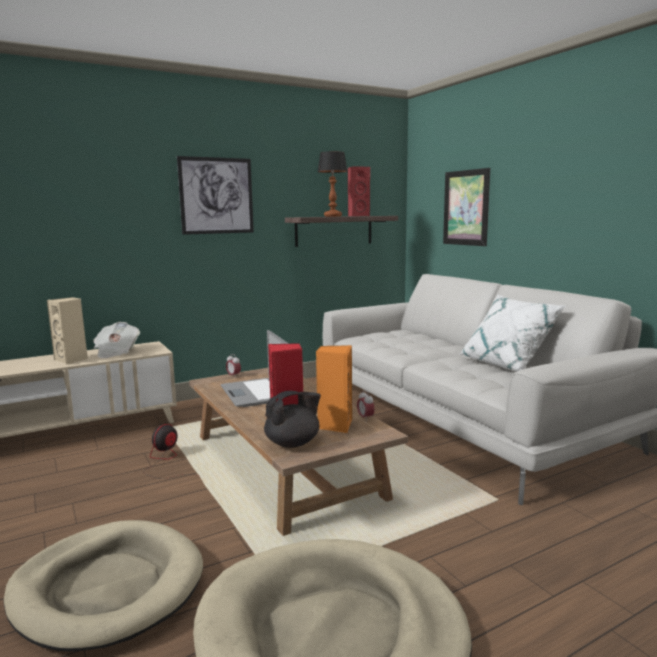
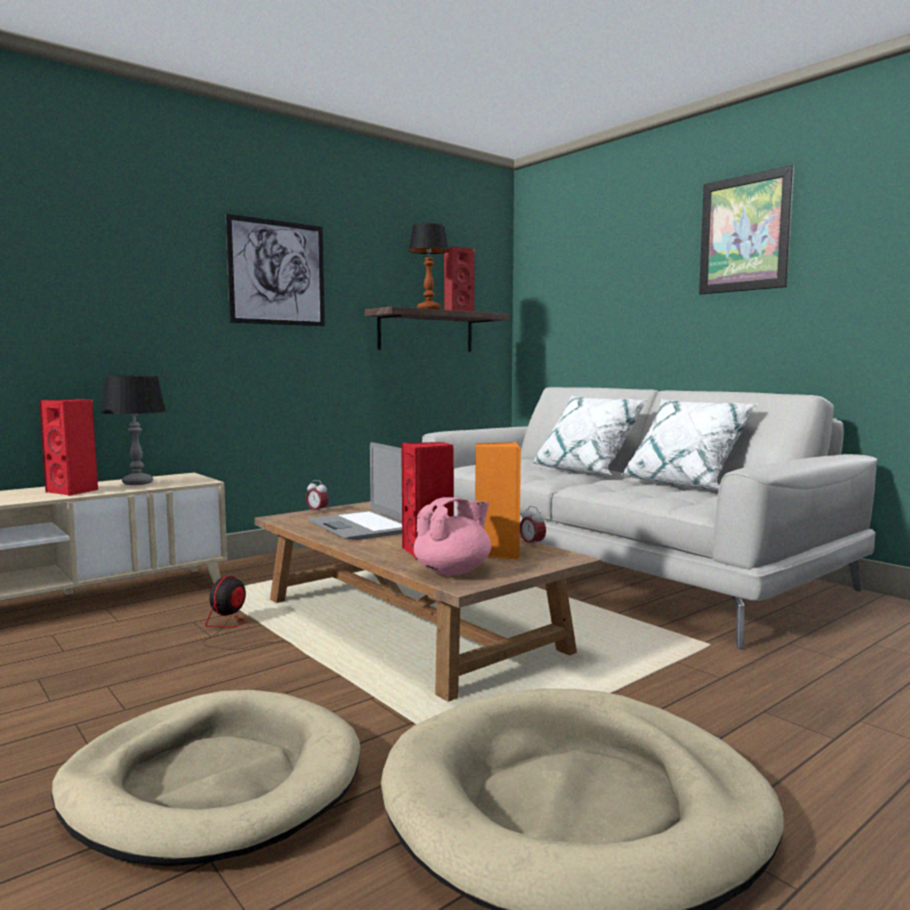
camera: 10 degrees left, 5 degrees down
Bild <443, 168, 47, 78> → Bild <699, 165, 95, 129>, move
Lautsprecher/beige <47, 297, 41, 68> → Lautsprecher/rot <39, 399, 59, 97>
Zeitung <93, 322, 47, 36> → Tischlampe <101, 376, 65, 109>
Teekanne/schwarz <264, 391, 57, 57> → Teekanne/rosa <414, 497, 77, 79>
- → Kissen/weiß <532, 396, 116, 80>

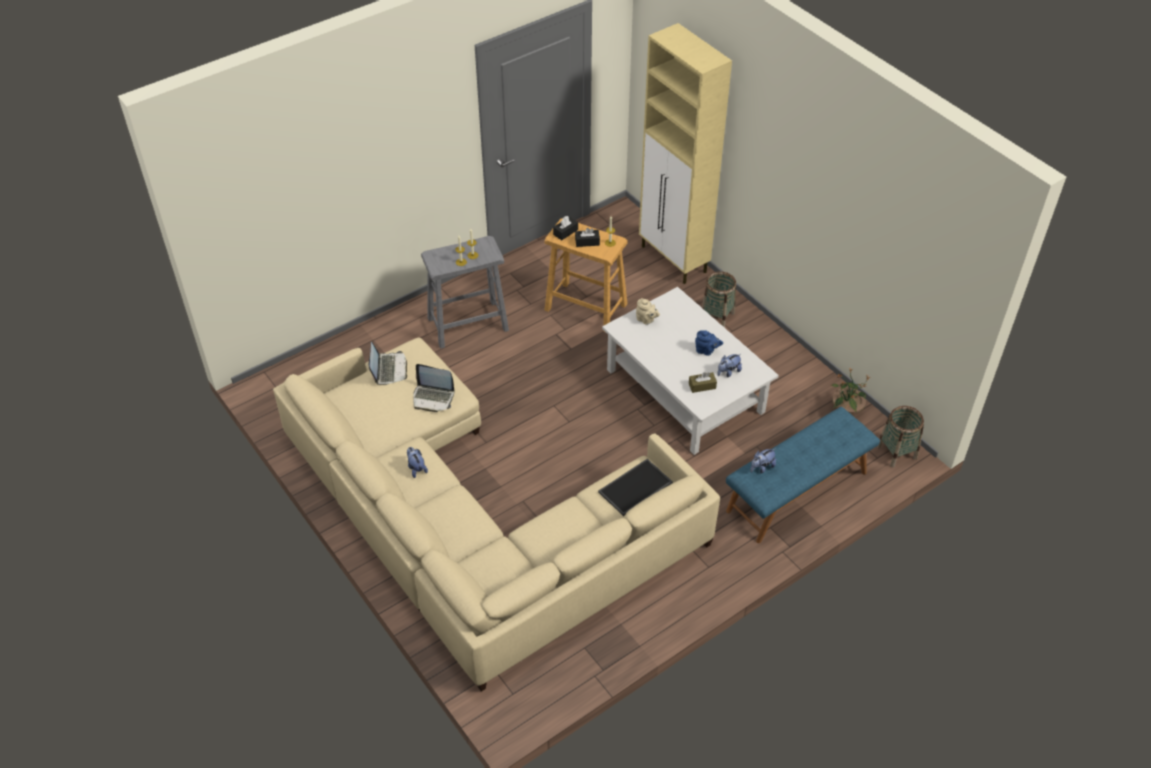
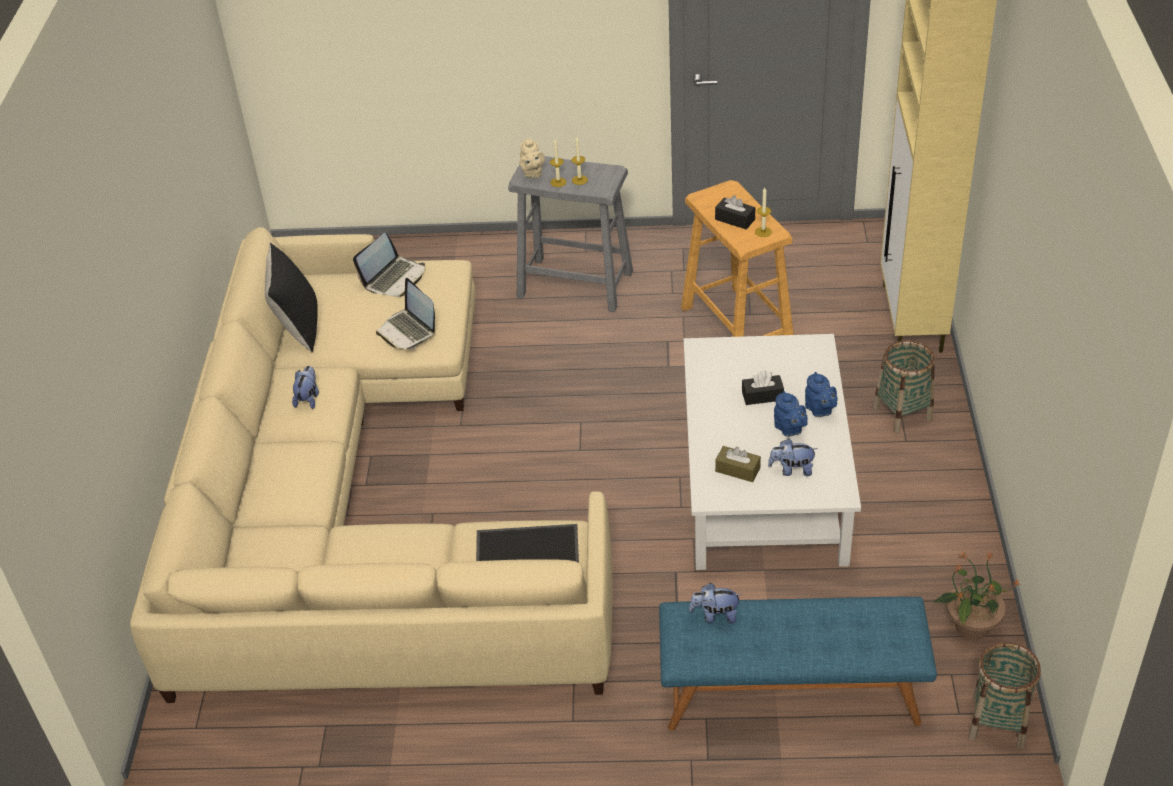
camera: 40 degrees right, 5 degrees down
Taschentuchbox/schwarz <553, 216, 25, 24> → Taschentuchbox/schwarz <742, 370, 42, 35>, move
Teekanne/beige <636, 298, 24, 27> → Teekanne/beige <519, 137, 26, 41>, move
- → Kissen/schwarz <265, 243, 53, 109>
- → Teekanne/blau <805, 372, 33, 45>

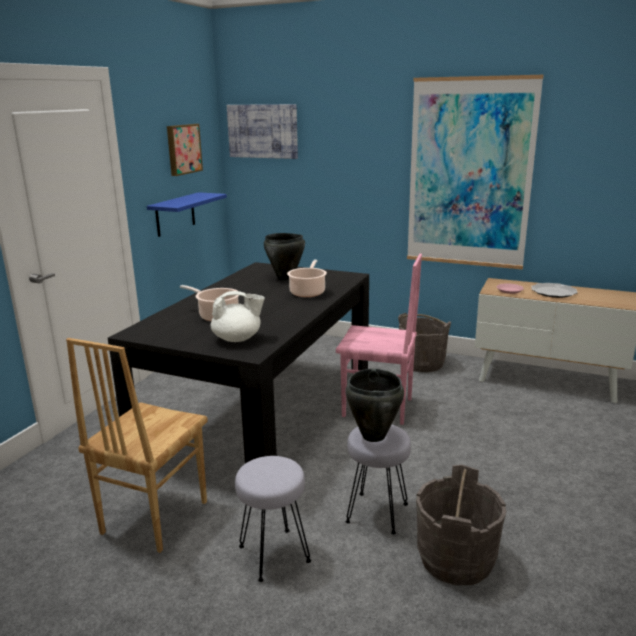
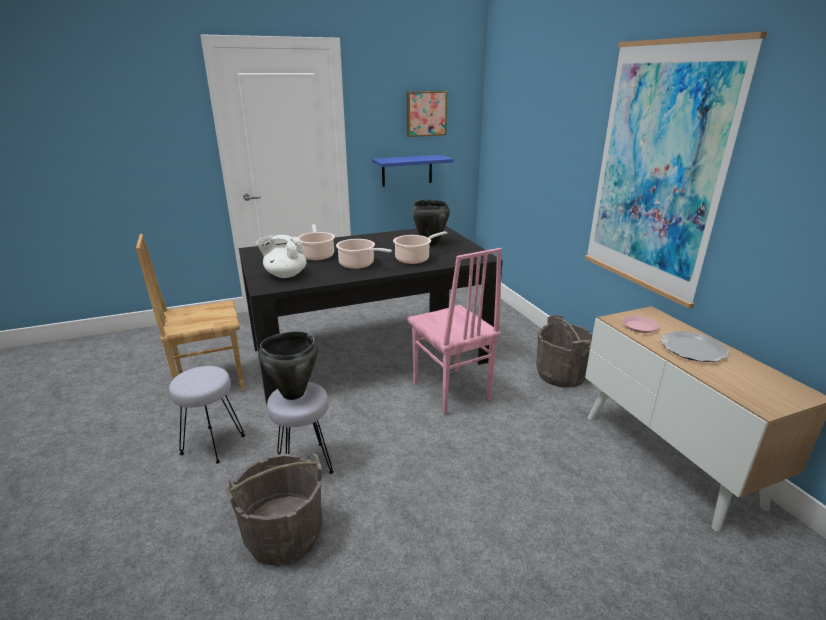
camera: 45 degrees right, 5 degrees up
Bild <227, 104, 71, 55> → -
Teekanne/weiß <211, 291, 54, 51> → Teekanne/weiß <256, 235, 50, 43>, 150 degrees clockwise
- → Kochtopf <336, 239, 56, 30>

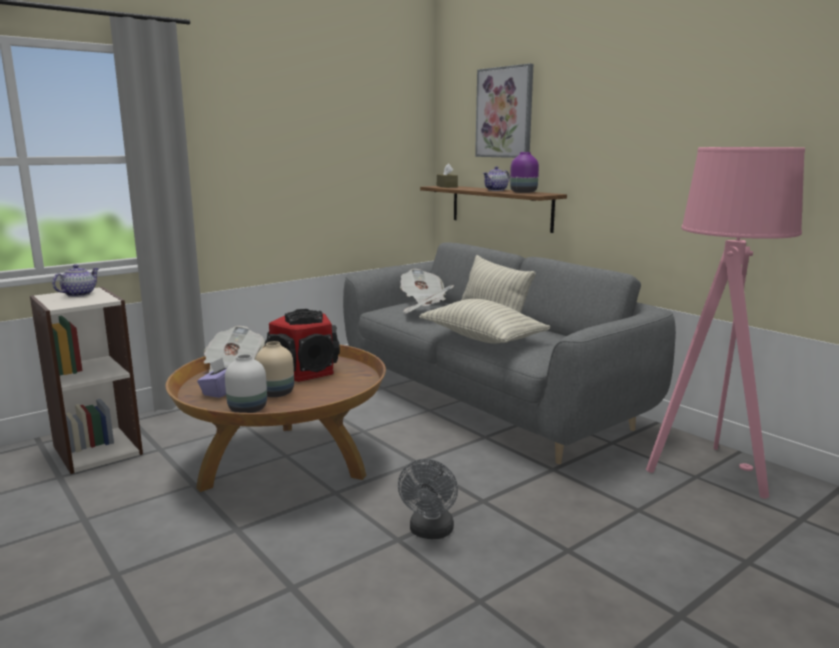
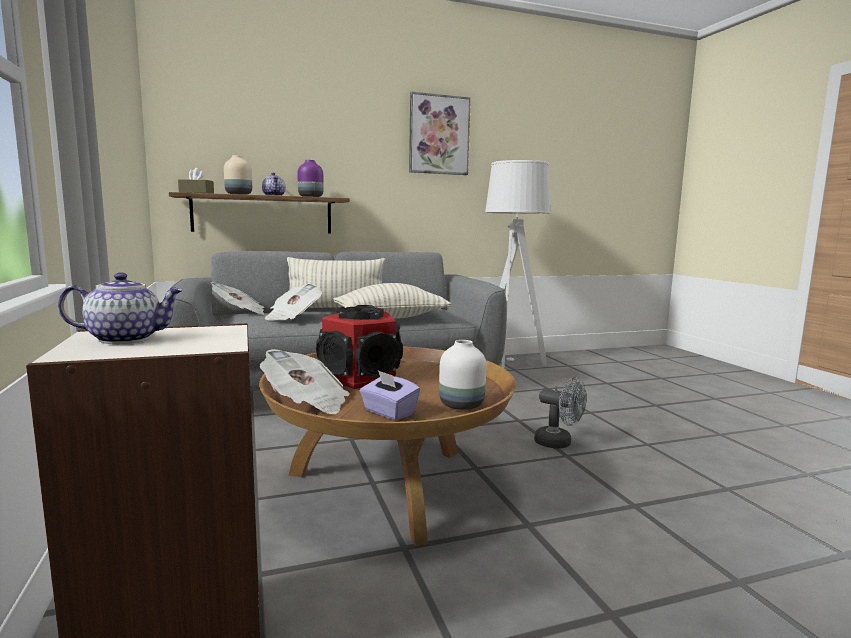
camera: 70 degrees left, 5 degrees down
Bild <475, 63, 58, 95> → Bild <409, 92, 62, 83>, move
Stehlampe/rosa <646, 147, 159, 352> → Stehlampe/grau <485, 160, 66, 208>
Teekanne <52, 264, 47, 33> → Teekanne <58, 272, 126, 72>, 120 degrees clockwise
Vase/beige <255, 341, 39, 56> → Vase/beige <224, 155, 28, 40>, move

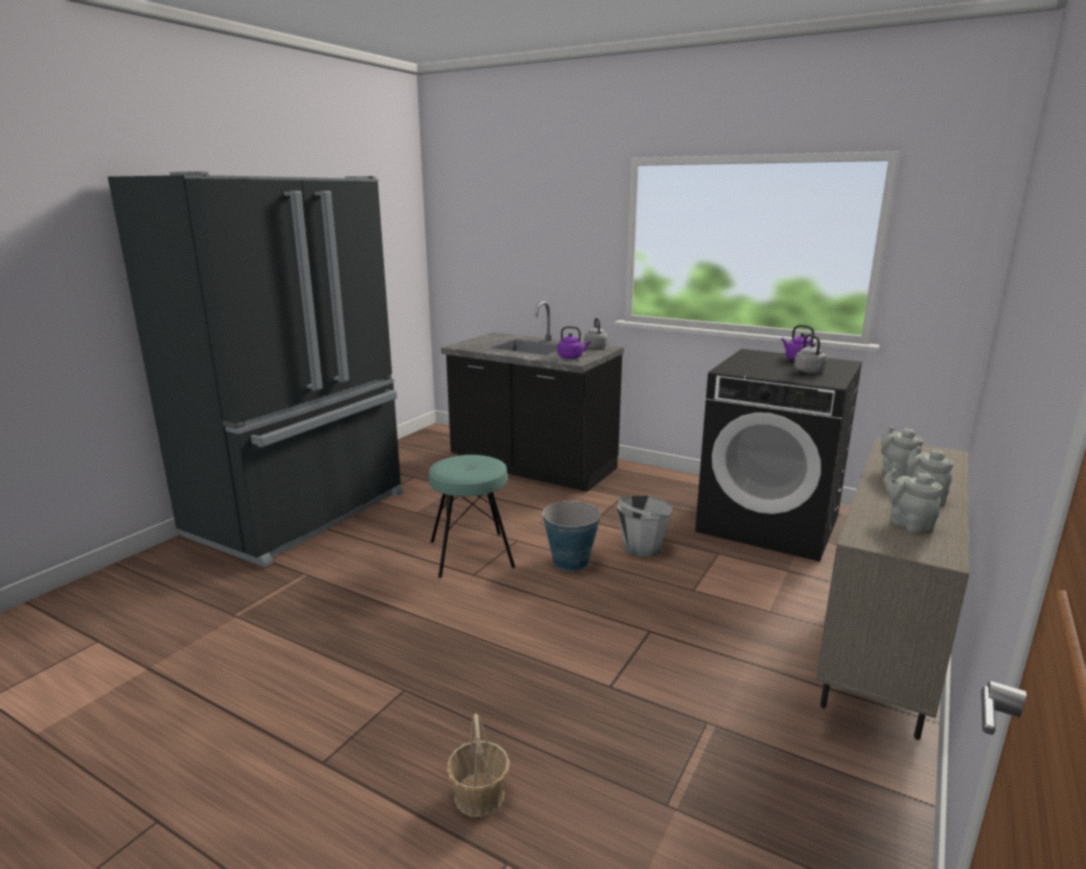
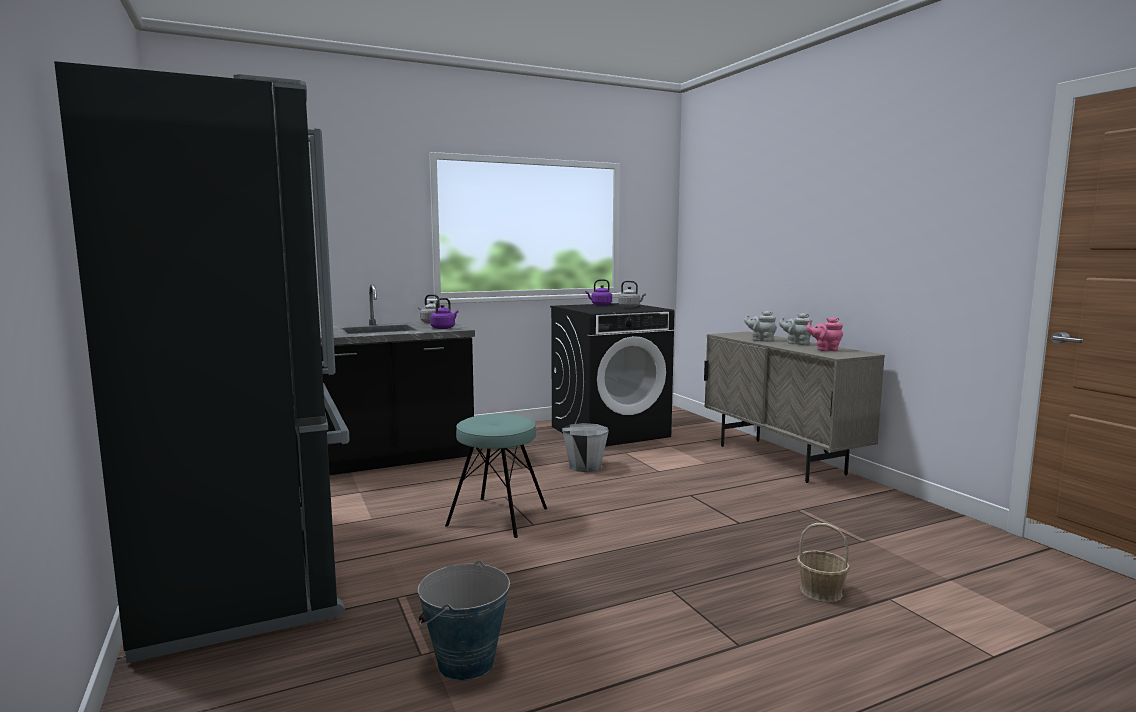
camera: 55 degrees left, 10 degrees down
Teekanne/grau <883, 468, 60, 65> → Teekanne/rosa <806, 317, 37, 34>
Eimer <540, 501, 61, 70> → Eimer <418, 560, 92, 121>, move

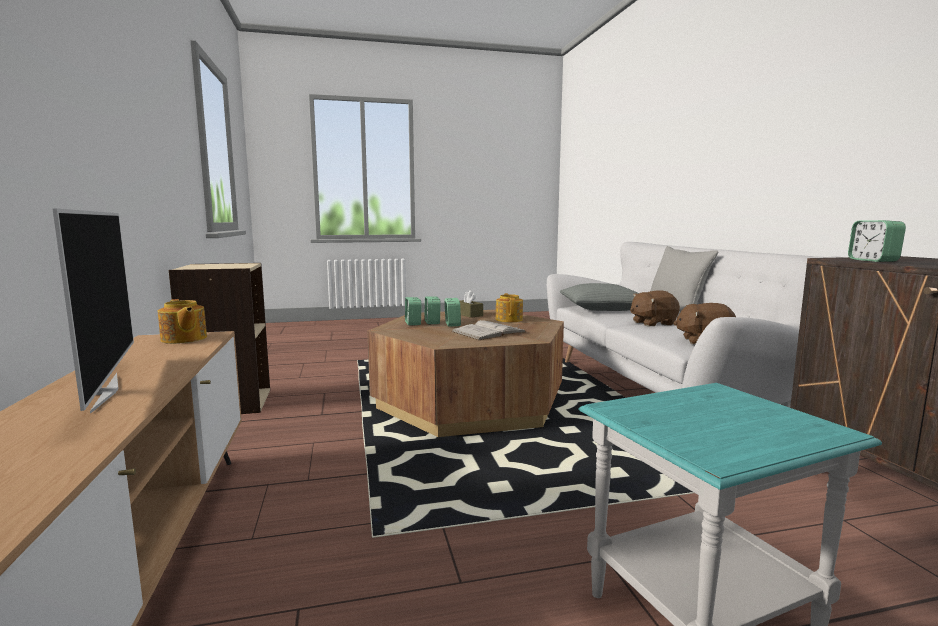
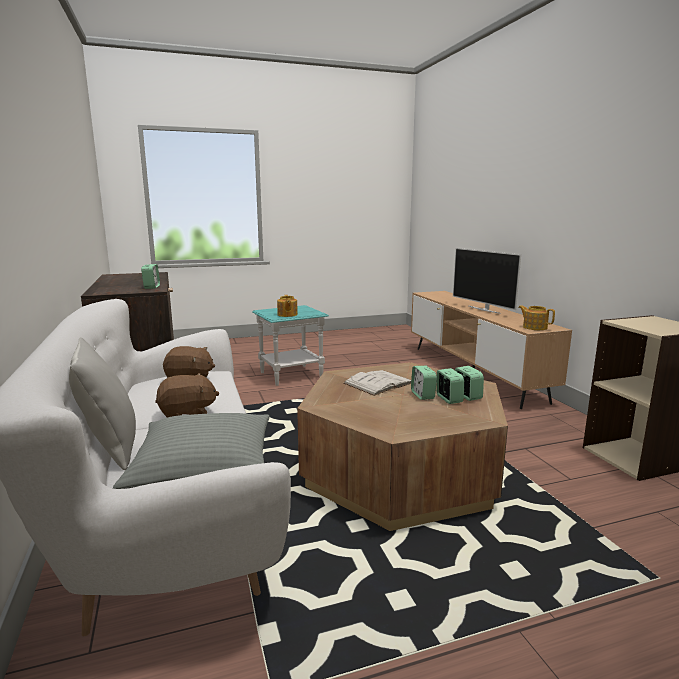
camera: 175 degrees right, 5 degrees up
Taschentuchbox/braun <460, 290, 23, 28> → -
Teekanne <496, 293, 27, 29> → Teekanne <277, 295, 21, 22>, move

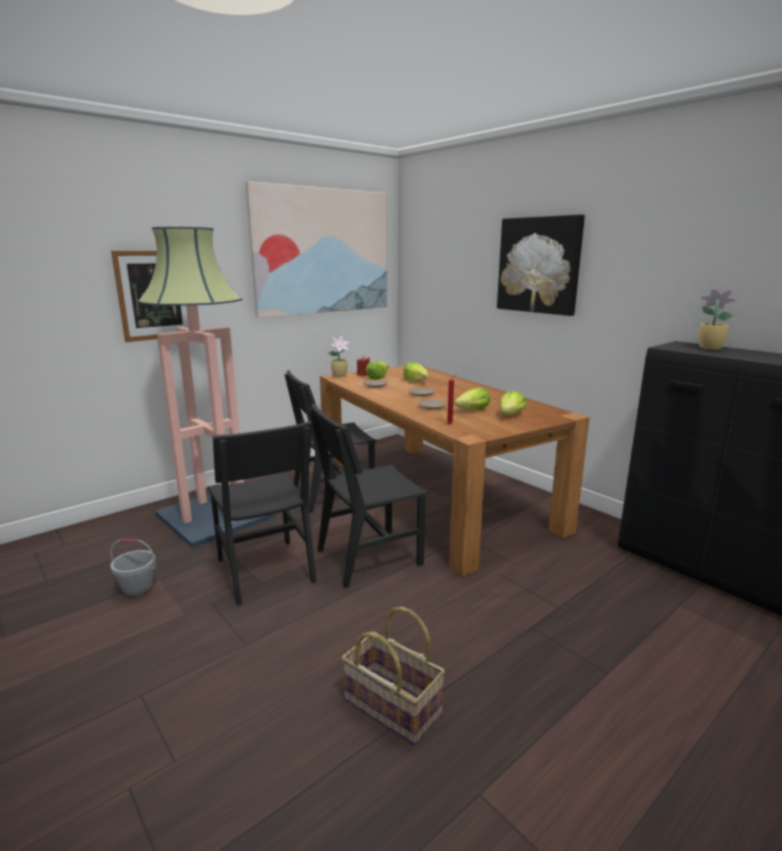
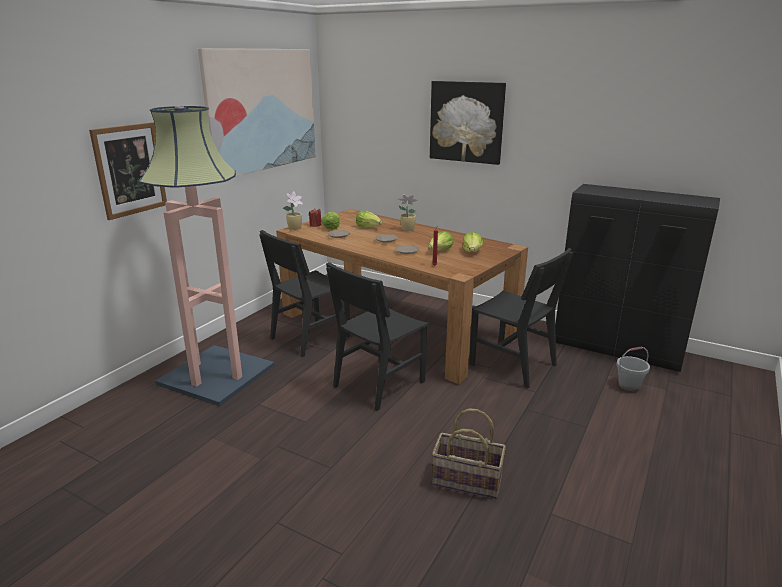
camera: 20 degrees left, 5 degrees up
Topfpflanze <699, 288, 38, 62> → Topfpflanze <398, 195, 20, 36>, move
Stuhl/schwarz <208, 421, 109, 185> → Stuhl/schwarz <469, 248, 104, 141>, move
Eimer/grau <110, 539, 46, 59> → Eimer/grau <617, 347, 33, 45>, move

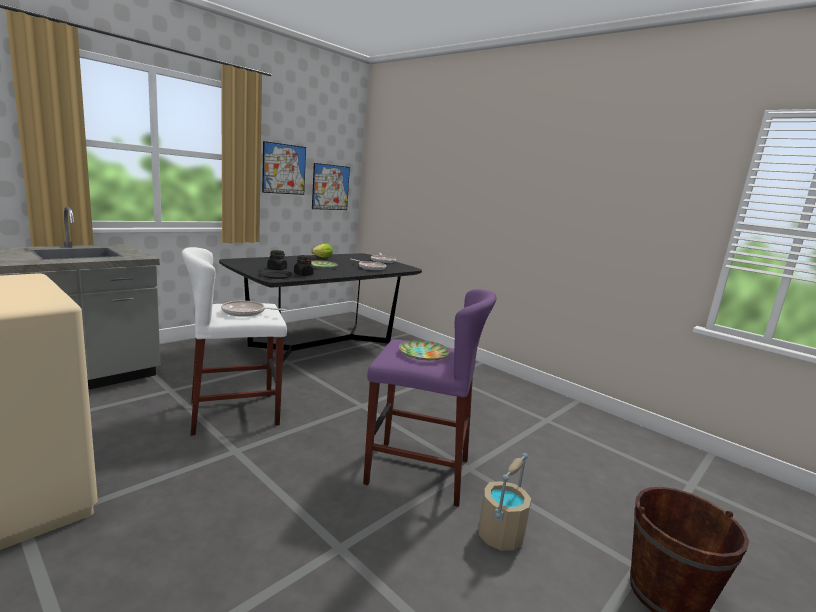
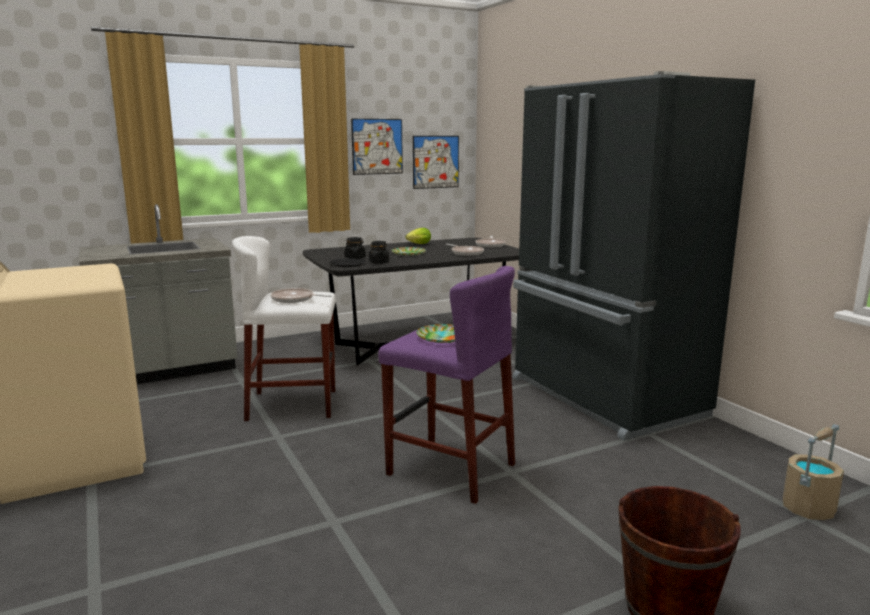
camera: 20 degrees right, 0 degrees up
Eimer/beige <479, 453, 53, 98> → Eimer/beige <783, 424, 61, 96>, move
- → Kühlschrank/schwarz <513, 71, 242, 370>

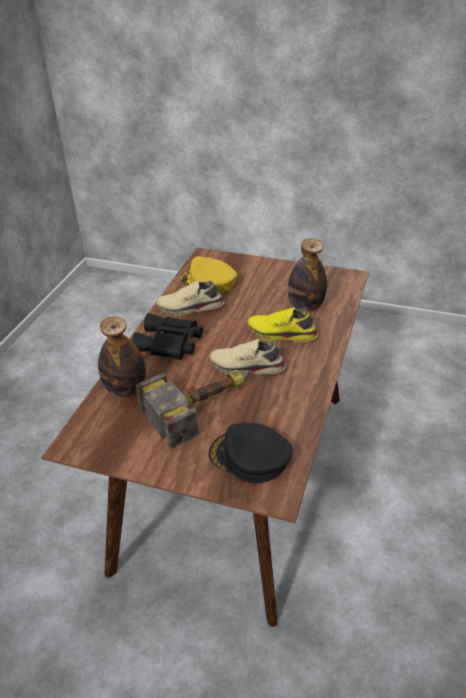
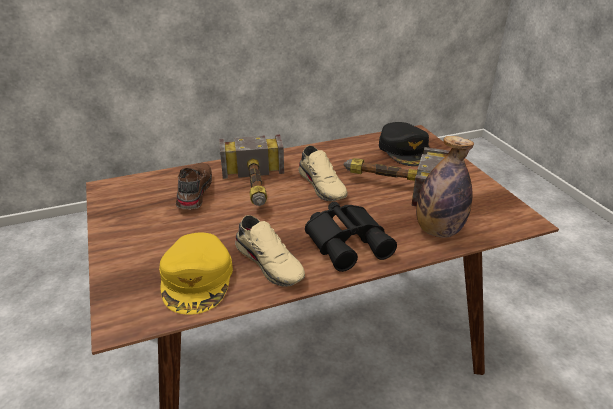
camera: 130 degrees left, 5 degrees down
Flasche <288, 239, 39, 73> → Schuh/braun <176, 163, 36, 47>
Schuh/gelb <247, 307, 71, 35> → Hammer <219, 134, 65, 72>

